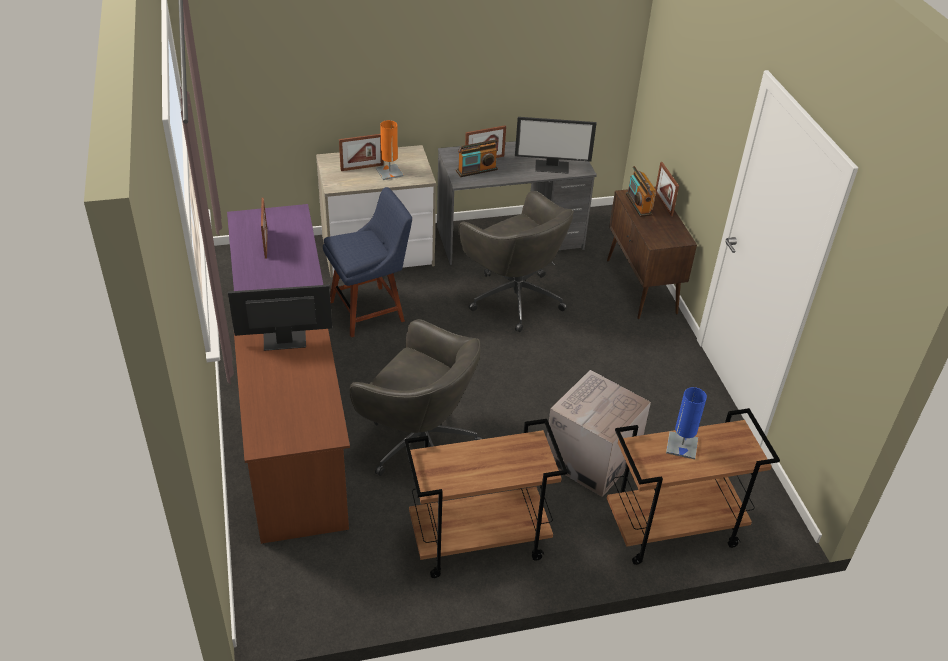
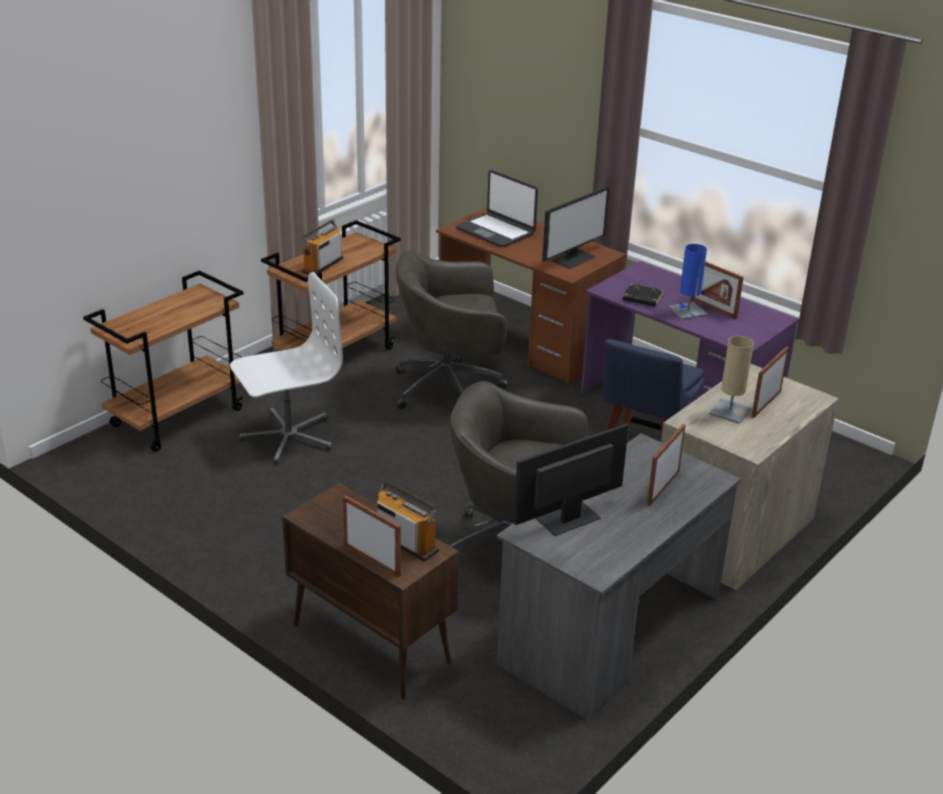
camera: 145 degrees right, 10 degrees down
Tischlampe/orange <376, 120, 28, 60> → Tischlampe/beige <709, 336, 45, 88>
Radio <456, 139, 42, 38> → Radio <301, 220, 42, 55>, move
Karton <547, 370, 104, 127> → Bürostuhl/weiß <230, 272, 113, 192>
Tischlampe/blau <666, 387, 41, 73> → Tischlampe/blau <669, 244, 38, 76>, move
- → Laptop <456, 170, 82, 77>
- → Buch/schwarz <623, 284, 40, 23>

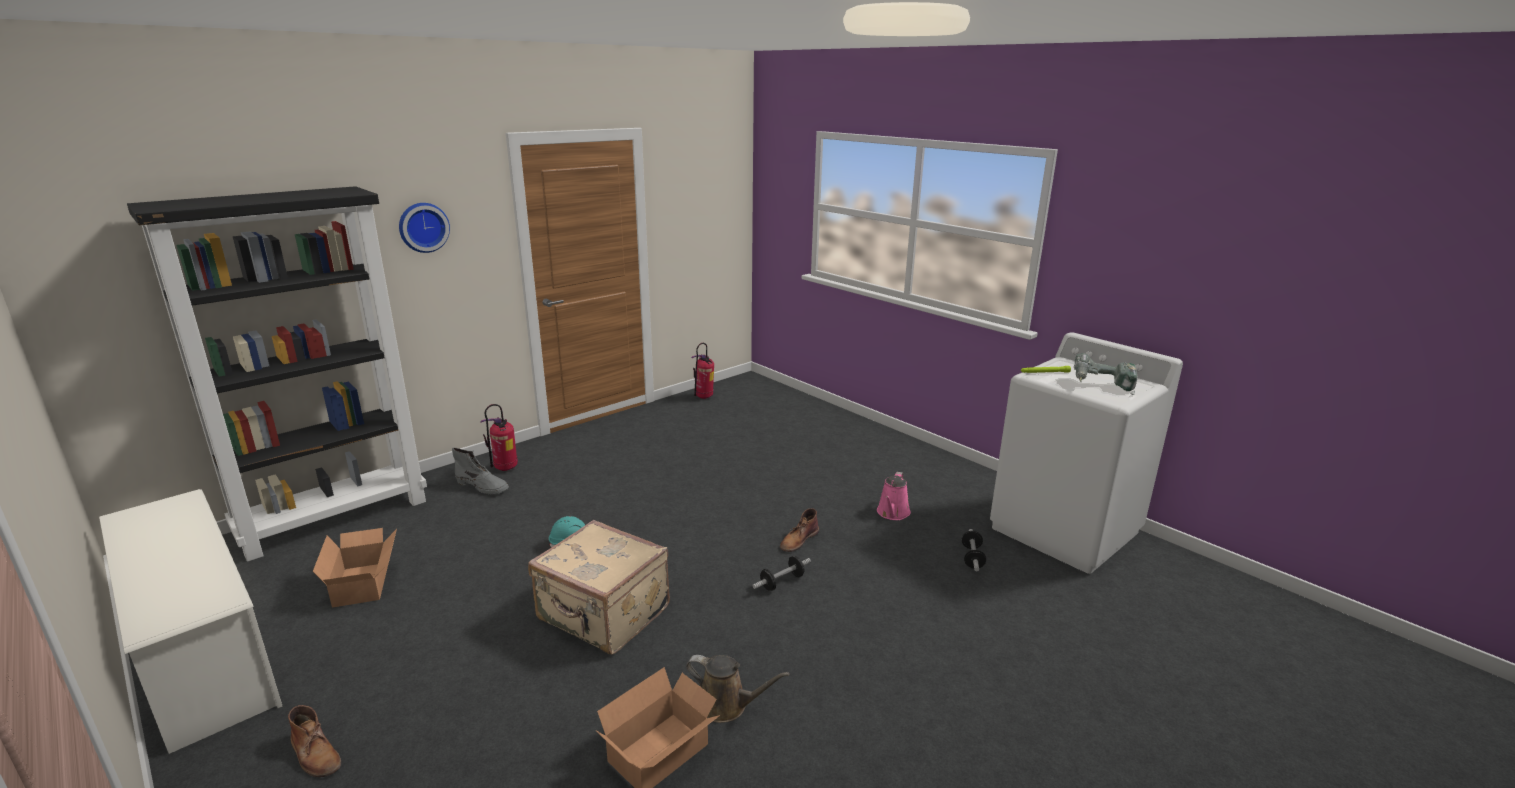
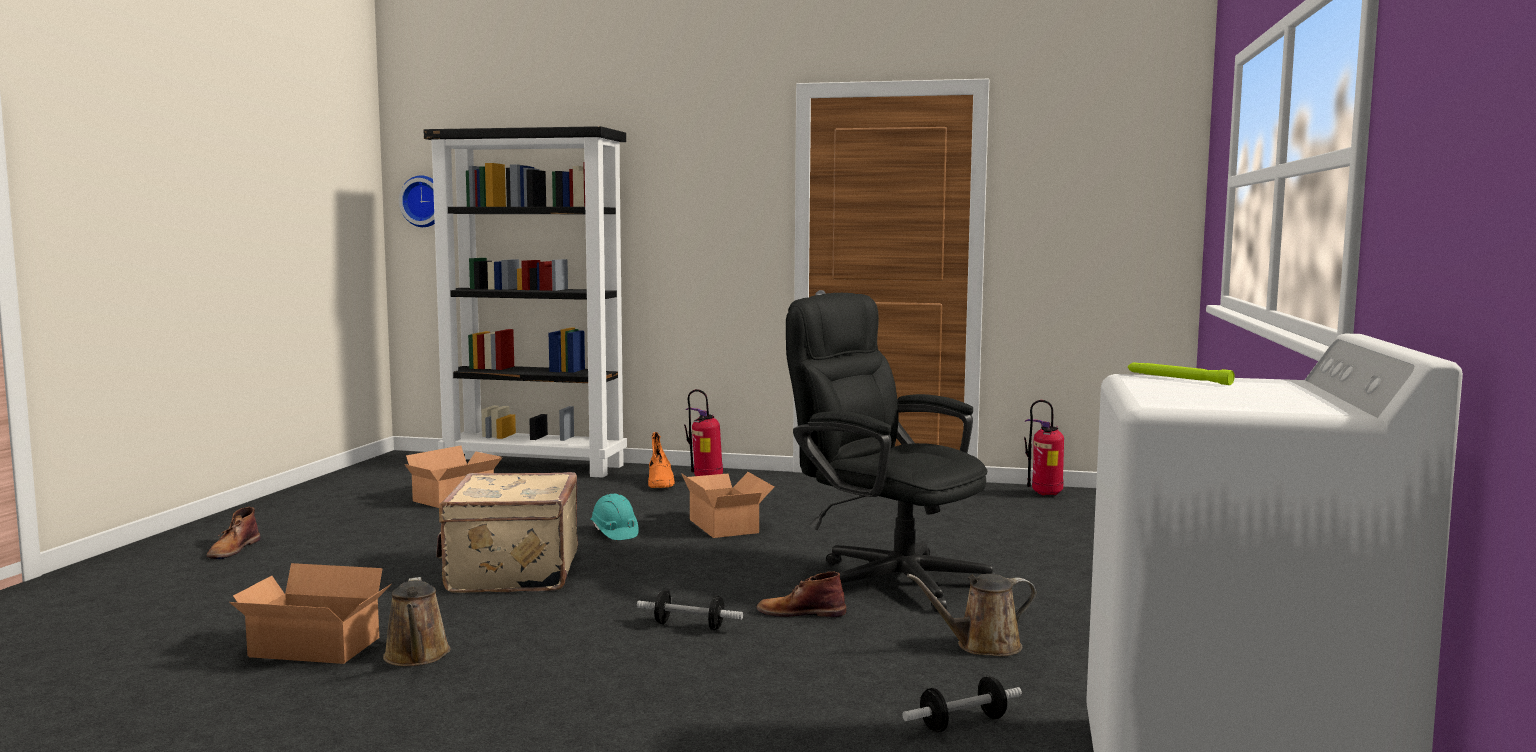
camera: 55 degrees right, 15 degrees down
Wanduhr <399, 203, 51, 50> → Wanduhr <399, 176, 36, 51>, move
Bohrmaschine <1074, 353, 64, 42> → -
Stiefel/grau <452, 448, 57, 47> → Stiefel/orange <648, 432, 27, 56>
Gießkanne/rosa <877, 472, 34, 48> → Gießkanne/braun <907, 574, 129, 82>
Schuhregal/weiß <99, 489, 184, 265> → -
- → Bürostuhl/schwarz <786, 293, 209, 319>
- → Karton <681, 472, 93, 66>

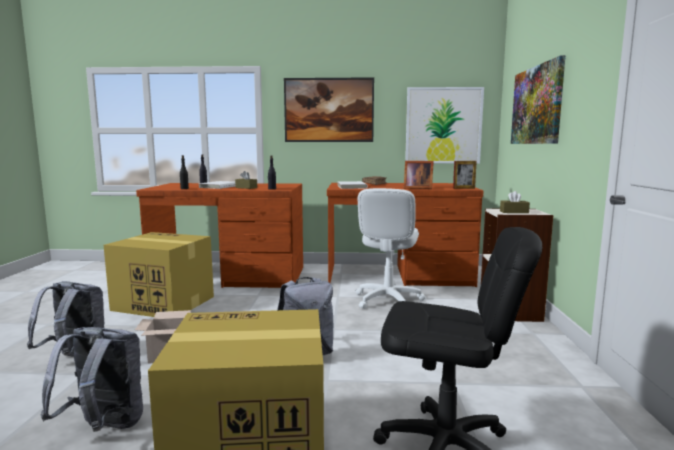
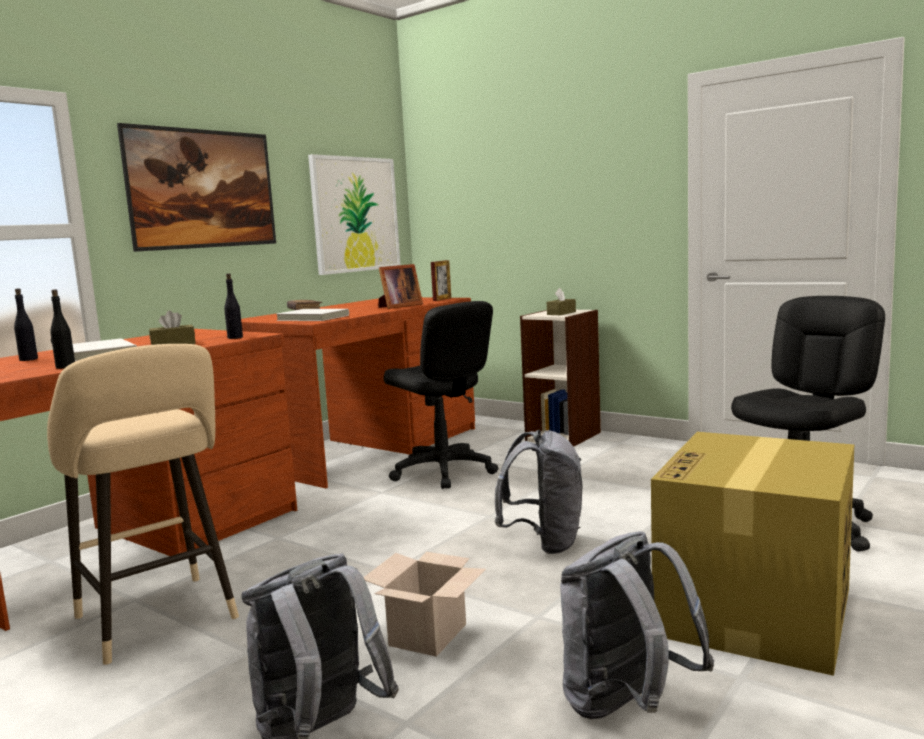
camera: 55 degrees left, 0 degrees up
Bild <511, 55, 55, 89> → -
Bürostuhl/weiß <355, 188, 71, 121> → Bürostuhl/schwarz <384, 301, 114, 188>
Karton <104, 232, 110, 85> → Hocker/beige <47, 344, 192, 321>

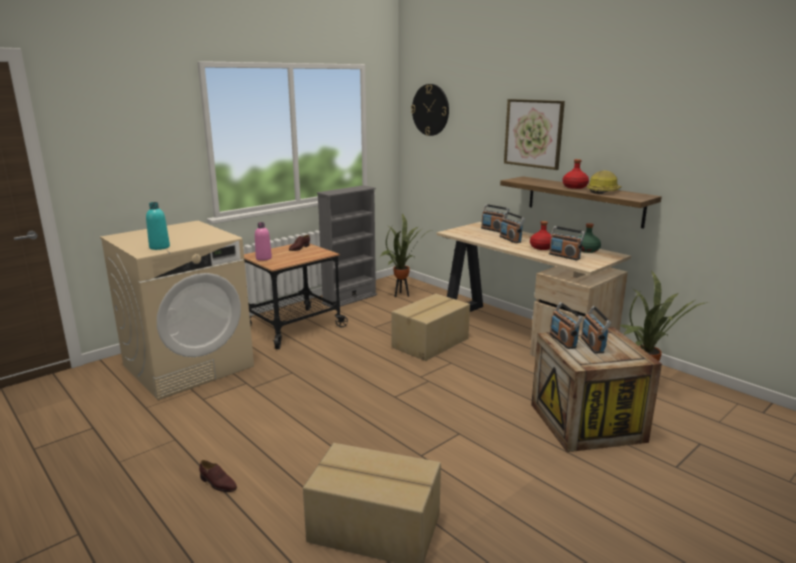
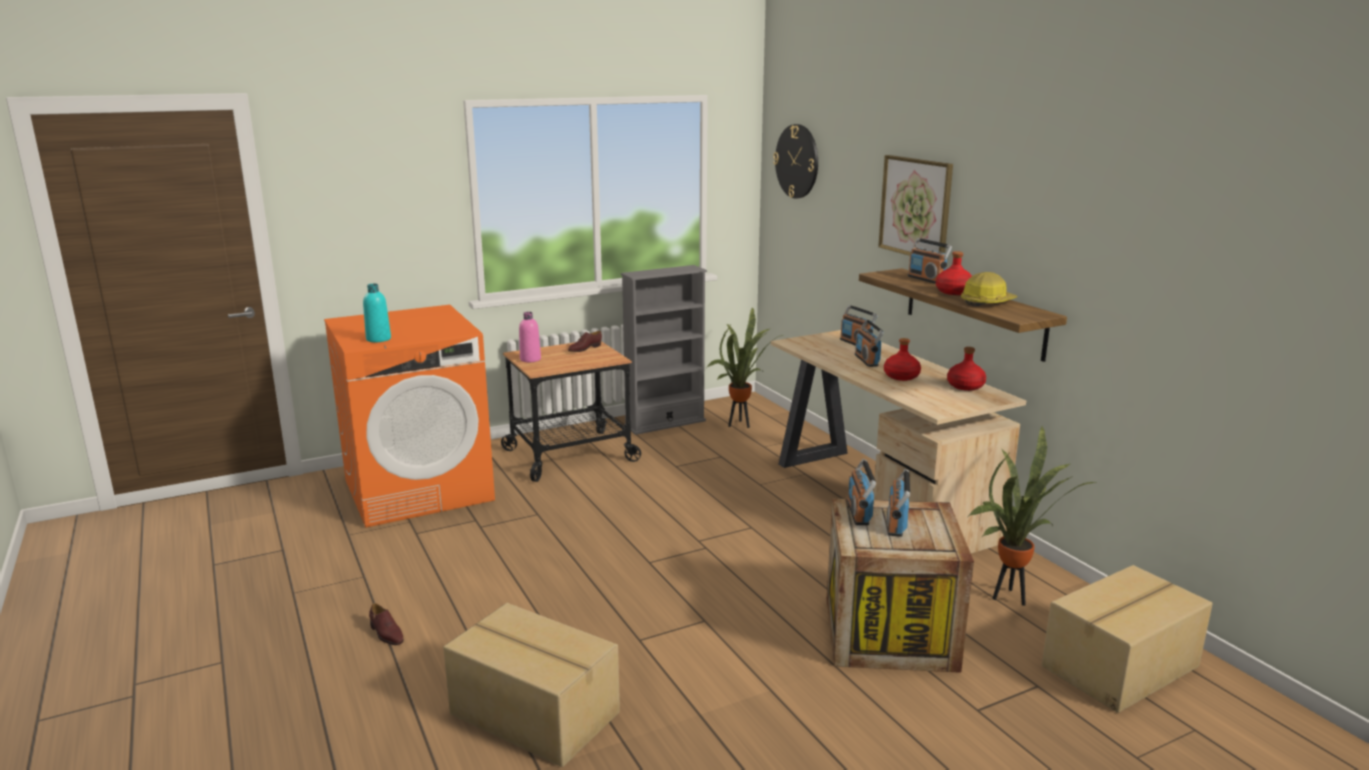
camera: 15 degrees right, 0 degrees up
Waschmaschine/beige <100, 221, 154, 179> → Waschmaschine/orange <324, 305, 171, 223>
Flasche/grün <579, 223, 22, 30> → Flasche/rot <947, 347, 39, 44>
Radio <549, 226, 36, 34> → Radio <908, 238, 44, 46>, move
Karton <391, 294, 79, 67> → Karton <1042, 565, 171, 148>, move

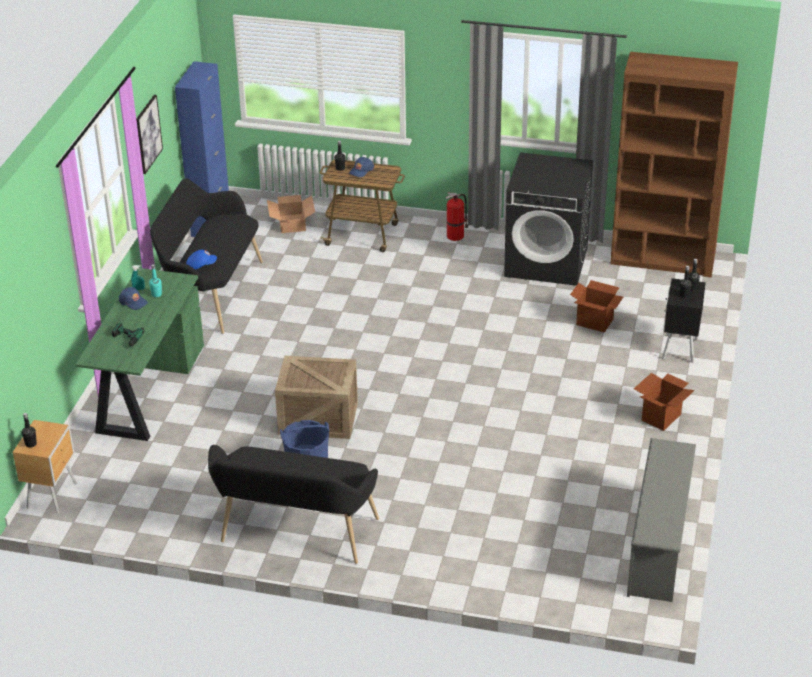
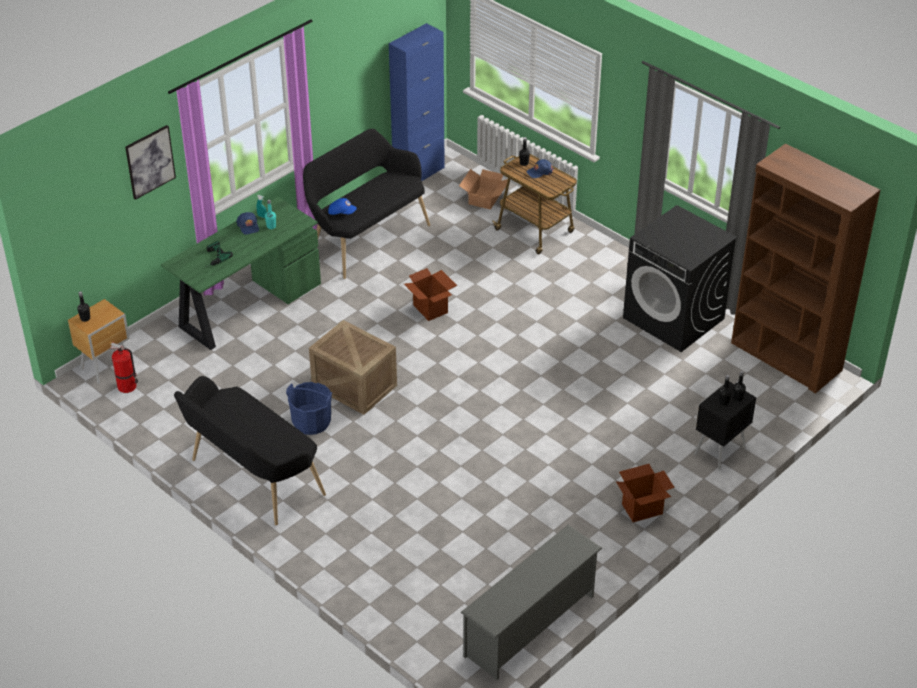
camera: 30 degrees right, 5 degrees up
Bild <136, 95, 27, 79> → Bild <125, 125, 51, 75>, move
Feuerlöscher <446, 193, 22, 48> → Feuerlöscher <110, 342, 28, 51>, move
Karton <570, 280, 53, 53> → Karton <404, 268, 53, 53>, move

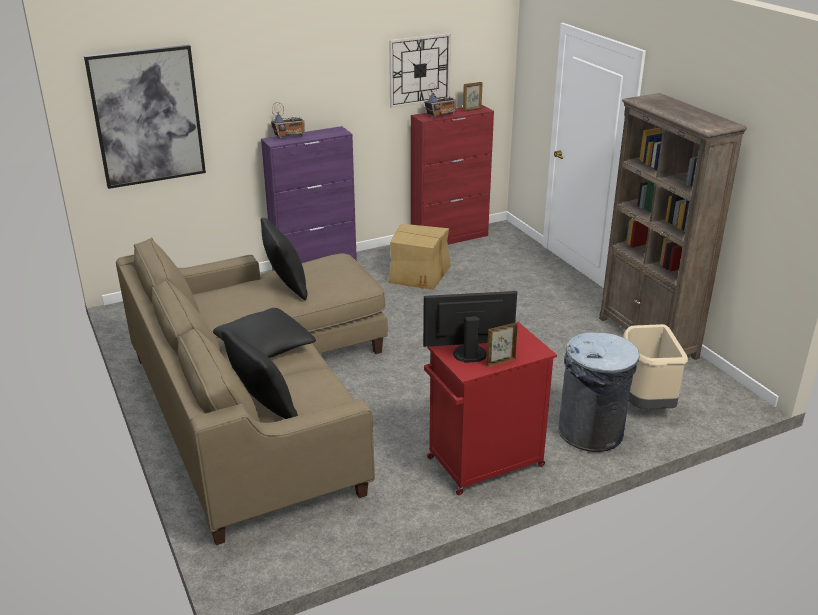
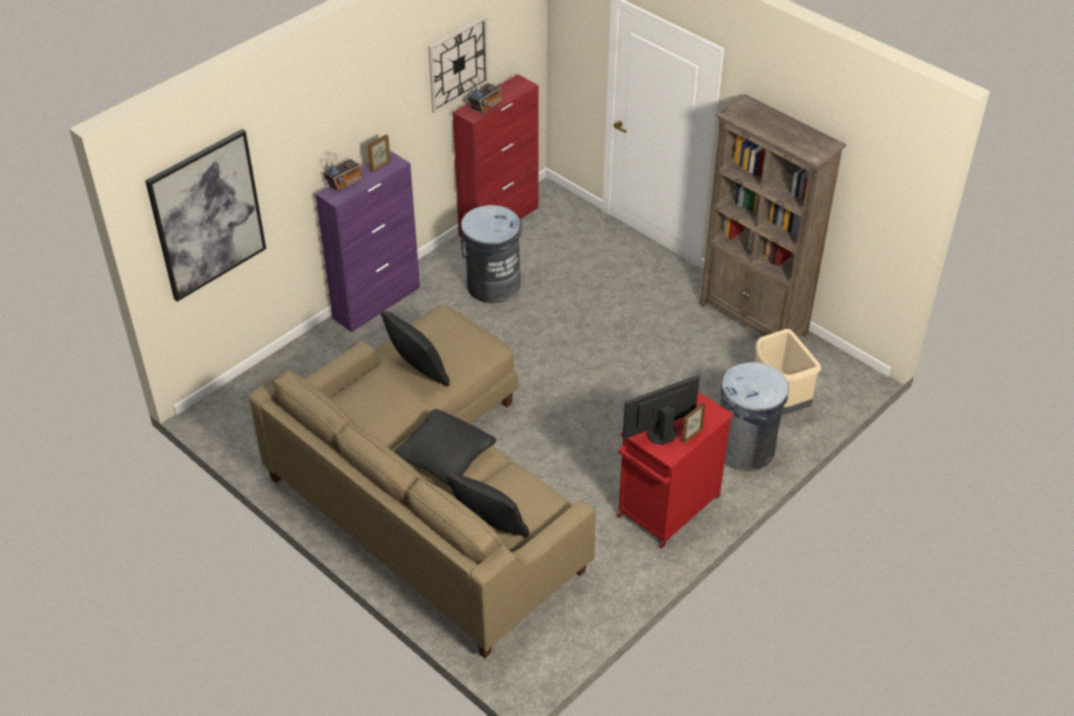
camera: 20 degrees left, 15 degrees up
Bilderrahmen <463, 82, 19, 29> → Bilderrahmen <368, 134, 23, 38>, move
Karton <388, 224, 63, 66> → Mülleimer/grau <461, 205, 61, 98>

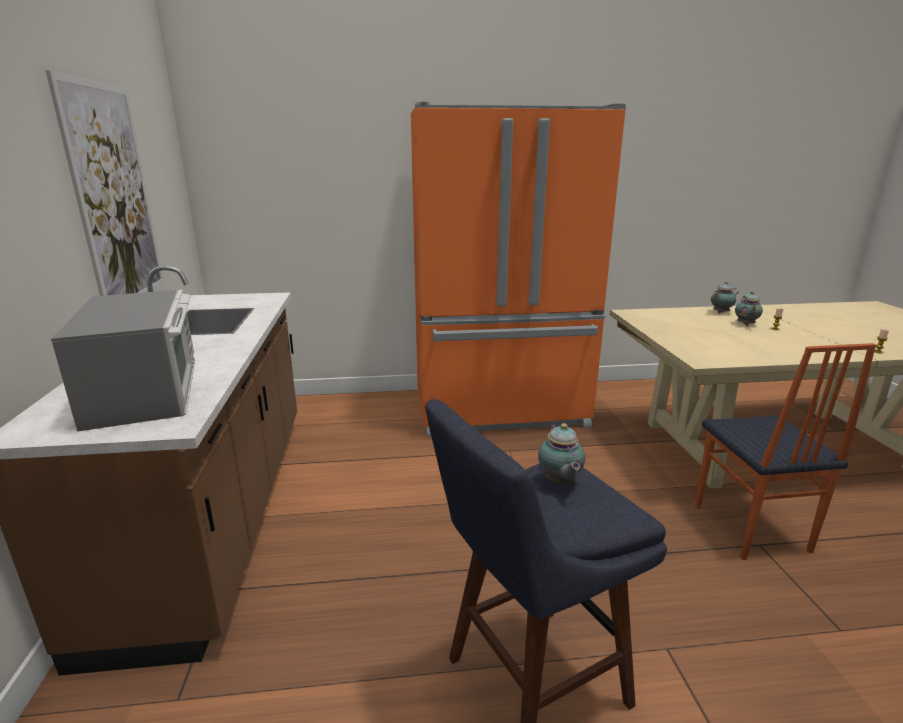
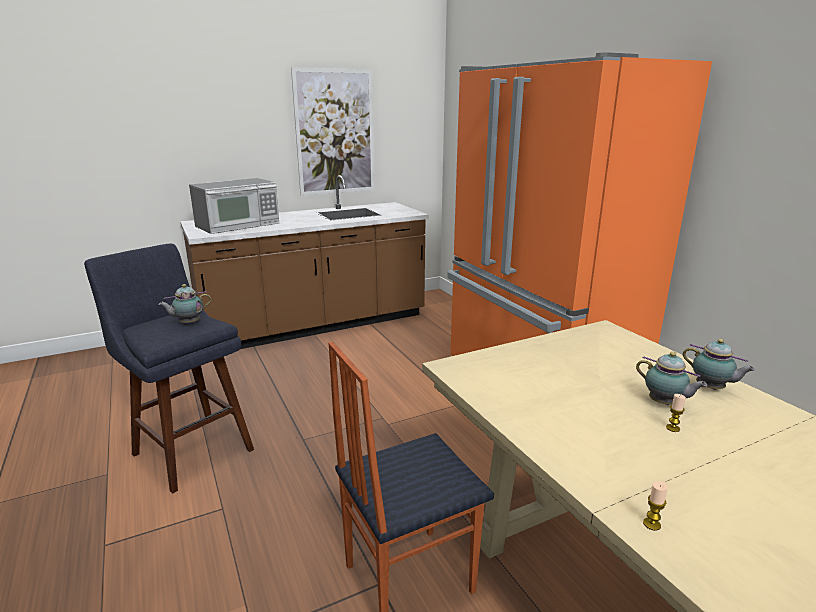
camera: 70 degrees right, 0 degrees up
Teekanne <735, 291, 28, 35> → Teekanne <636, 352, 71, 53>, 60 degrees clockwise

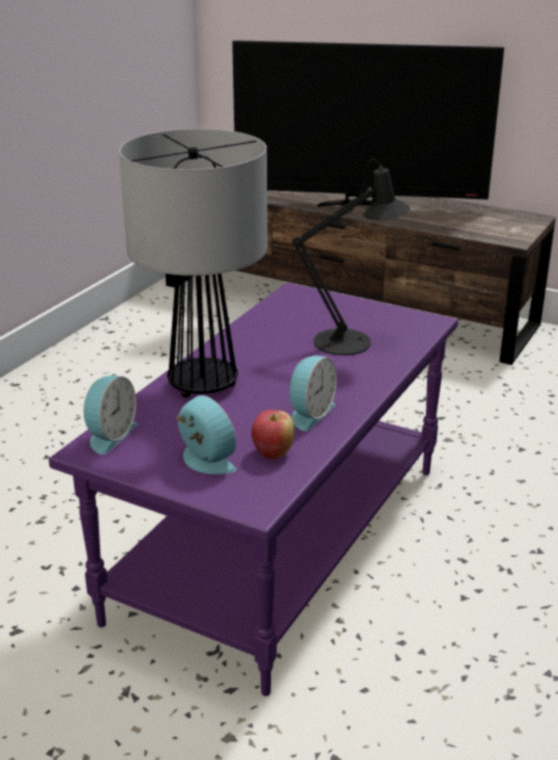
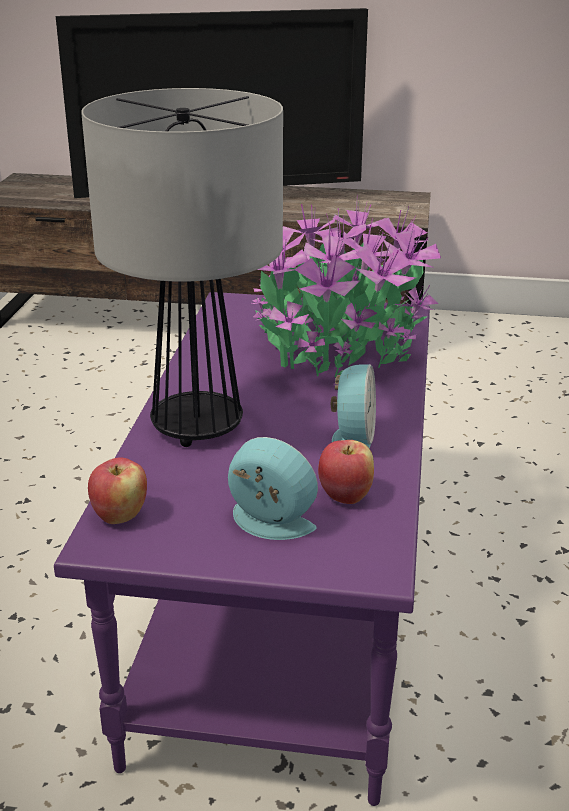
camera: 20 degrees left, 0 degrees up
Tischlampe/schwarz <292, 159, 118, 196> → Topfpflanze <252, 194, 189, 183>
Wecker <84, 375, 53, 80> → Apfel <88, 458, 59, 66>

